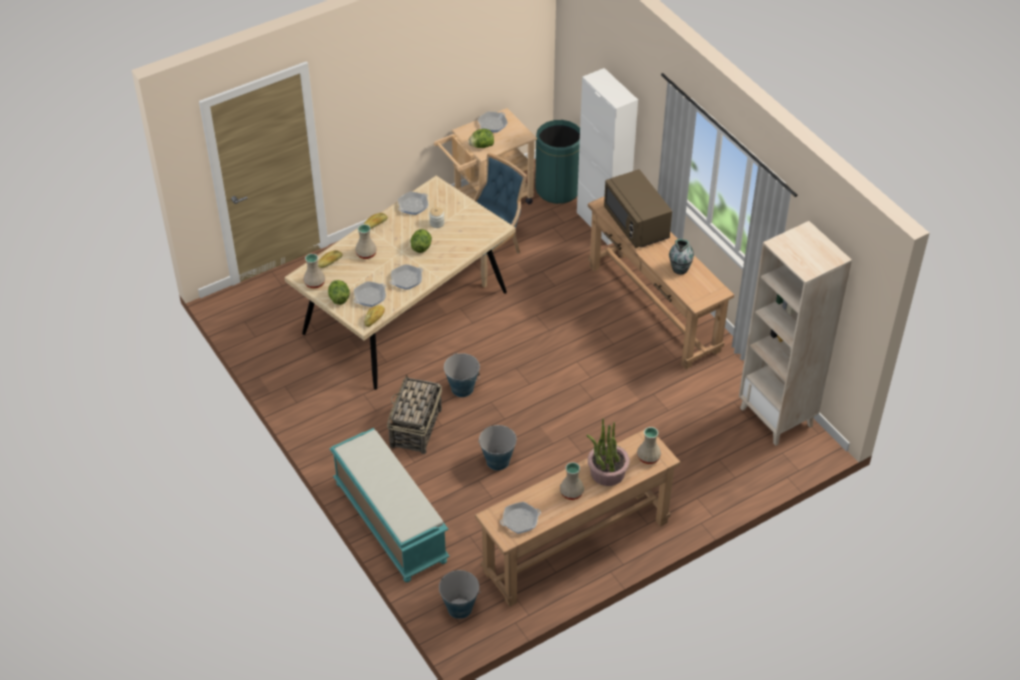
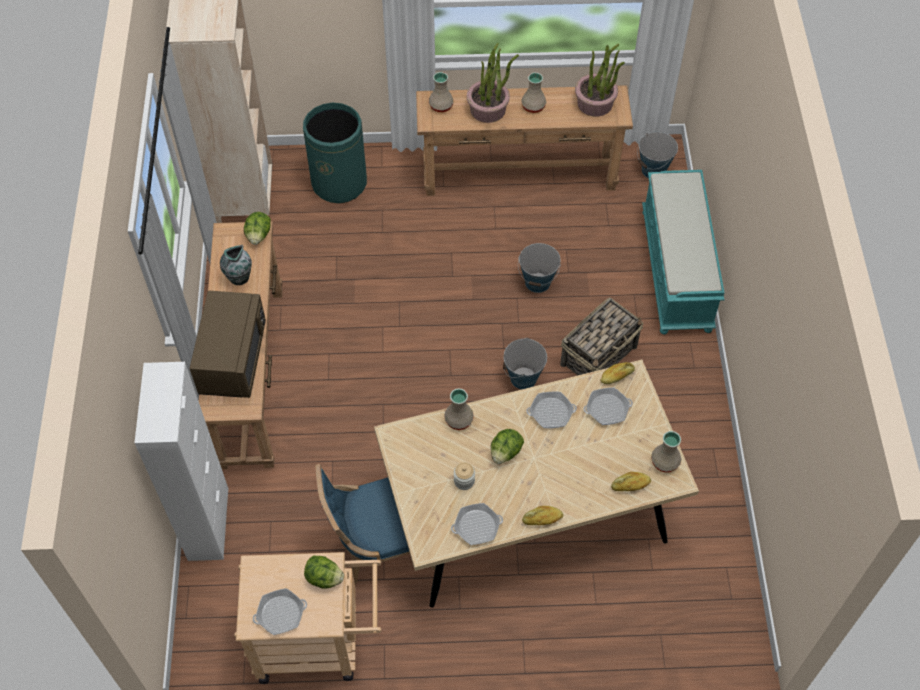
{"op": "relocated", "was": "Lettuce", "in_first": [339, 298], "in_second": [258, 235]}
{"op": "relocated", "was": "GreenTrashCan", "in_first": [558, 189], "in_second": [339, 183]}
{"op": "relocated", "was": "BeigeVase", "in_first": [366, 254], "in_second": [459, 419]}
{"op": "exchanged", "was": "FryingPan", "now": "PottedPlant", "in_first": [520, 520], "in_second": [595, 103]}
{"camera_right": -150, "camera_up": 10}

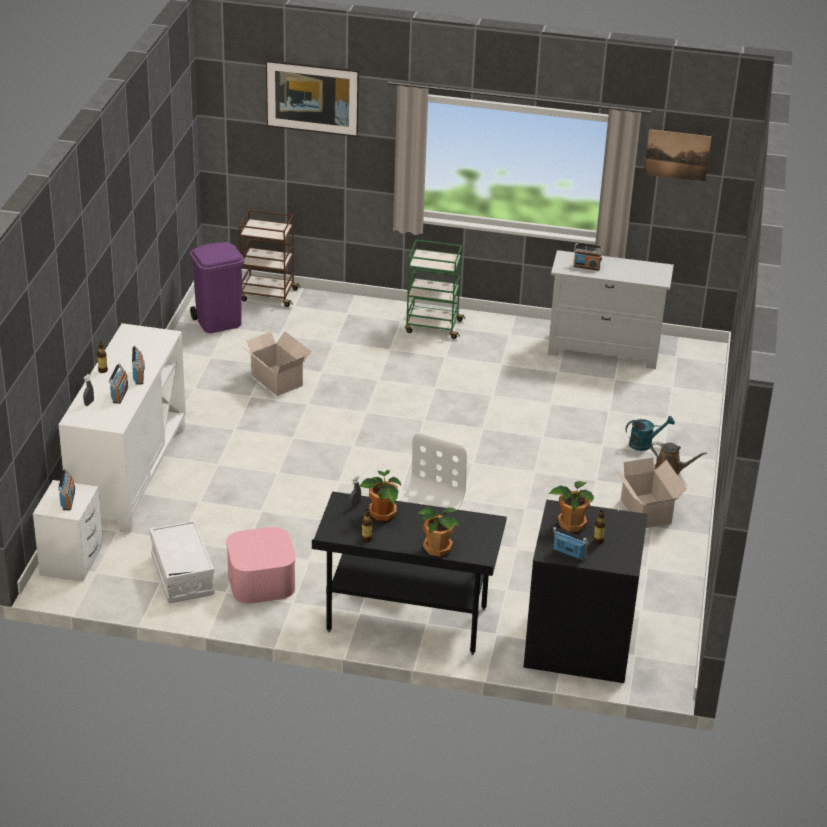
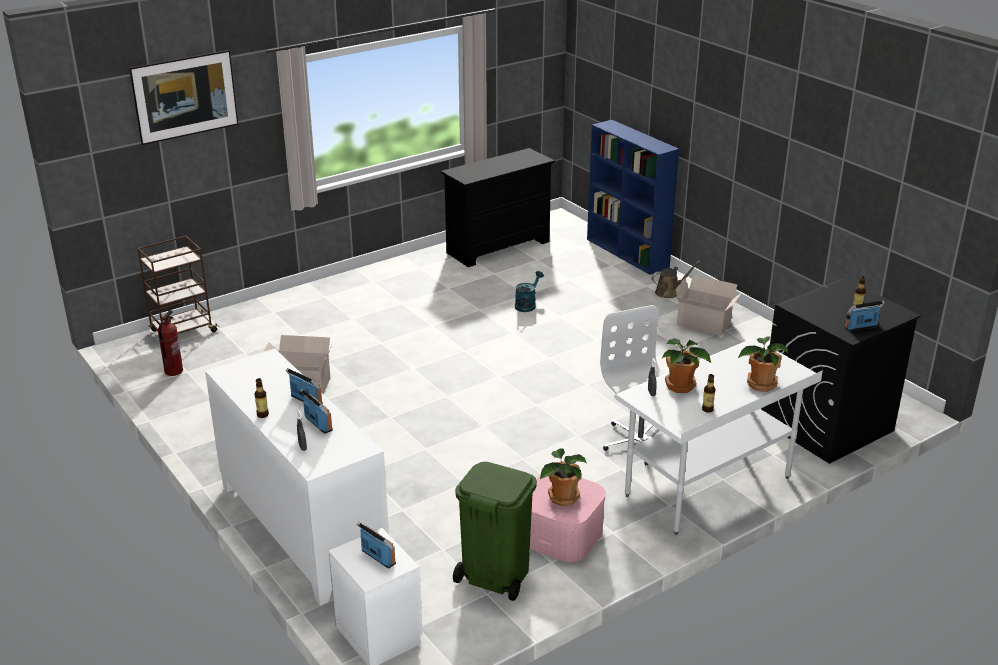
{"op": "exchanged", "was": "PurpleTrashCan", "now": "FireExtinguisher", "in_first": [219, 322], "in_second": [173, 371]}
{"op": "colour", "was": "WhiteDresser", "now": "BlackDresser", "in_first": [604, 350], "in_second": [498, 247]}
{"op": "exchanged", "was": "WhiteStorageBox", "now": "GreenTrashCan", "in_first": [182, 575], "in_second": [494, 575]}
{"op": "relocated", "was": "TurquoiseWateringCan", "in_first": [645, 443], "in_second": [527, 305]}
{"op": "relocated", "was": "PottedPlant", "in_first": [571, 523], "in_second": [562, 497]}
{"op": "appeared", "now": "BlueBookcase", "in_second": [628, 253]}
{"op": "colour", "was": "BlackDesk", "now": "WhiteDesk", "in_first": [406, 621], "in_second": [708, 487]}
{"op": "missing", "was": "GreenCart", "in_first": [432, 326]}
{"op": "missing", "was": "Radio", "in_first": [586, 267]}
{"op": "missing", "was": "Picture", "in_first": [677, 155]}
{"camera_right": -45, "camera_up": -5}

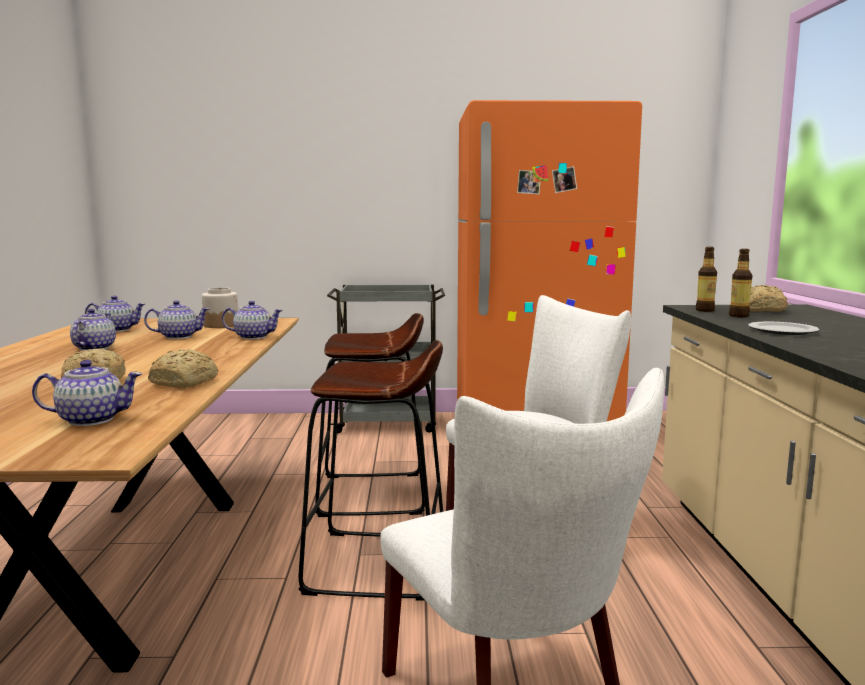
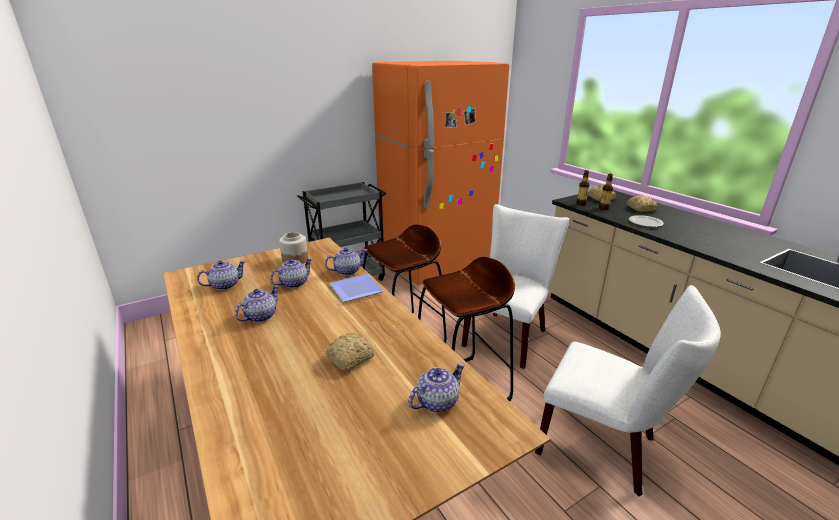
{"op": "spun", "was": "Teapot", "in_first": [93, 348], "in_second": [260, 316], "clockwise": 60}
{"op": "appeared", "now": "Plate", "in_second": [358, 290]}
{"op": "relocated", "was": "Bread", "in_first": [185, 382], "in_second": [640, 209]}
{"camera_right": -30, "camera_up": 15}

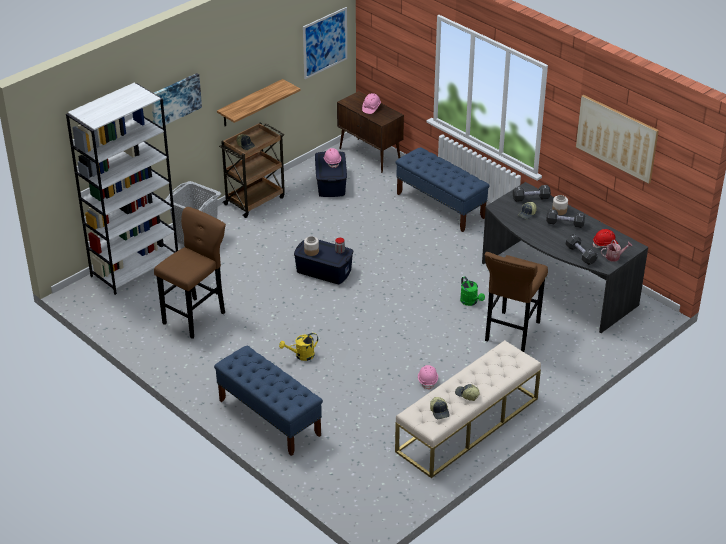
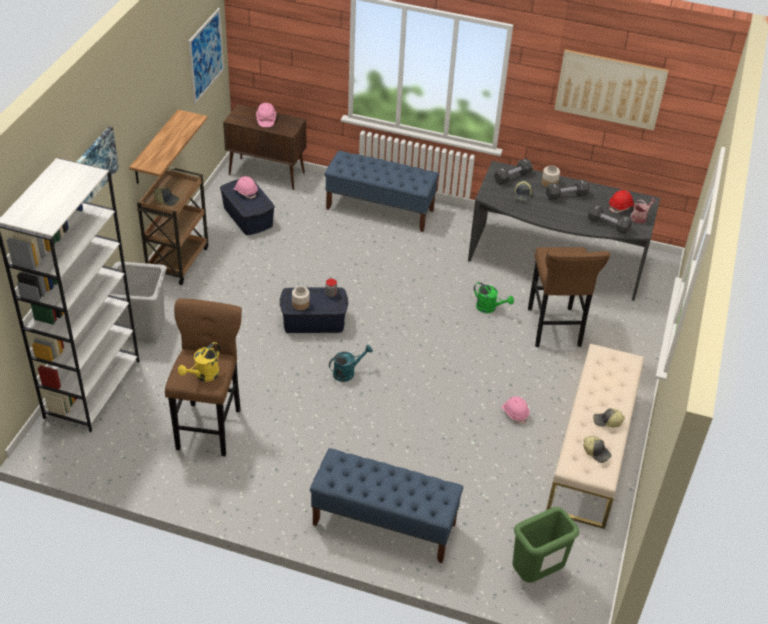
{"op": "relocated", "was": "YellowWateringCan", "in_first": [301, 356], "in_second": [204, 376]}
{"op": "appeared", "now": "TurquoiseWateringCan", "in_second": [347, 372]}
{"op": "appeared", "now": "GreenTrashCan", "in_second": [536, 574]}
{"camera_right": -30, "camera_up": 5}

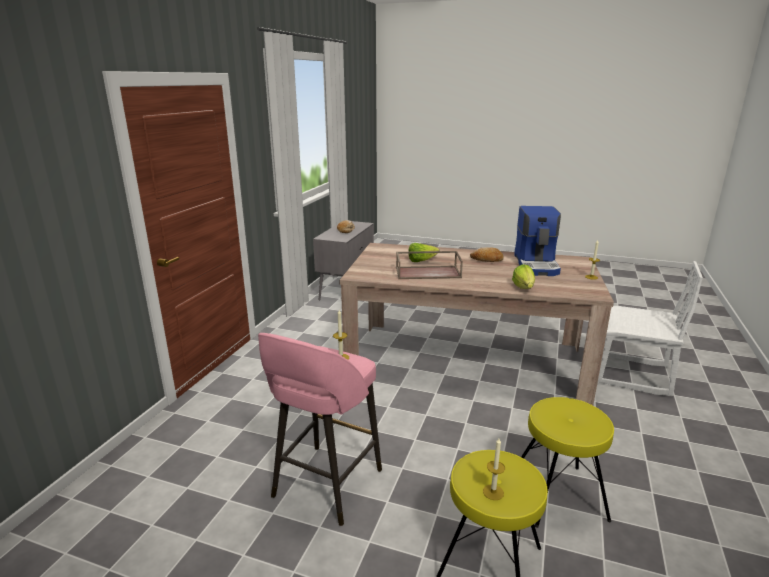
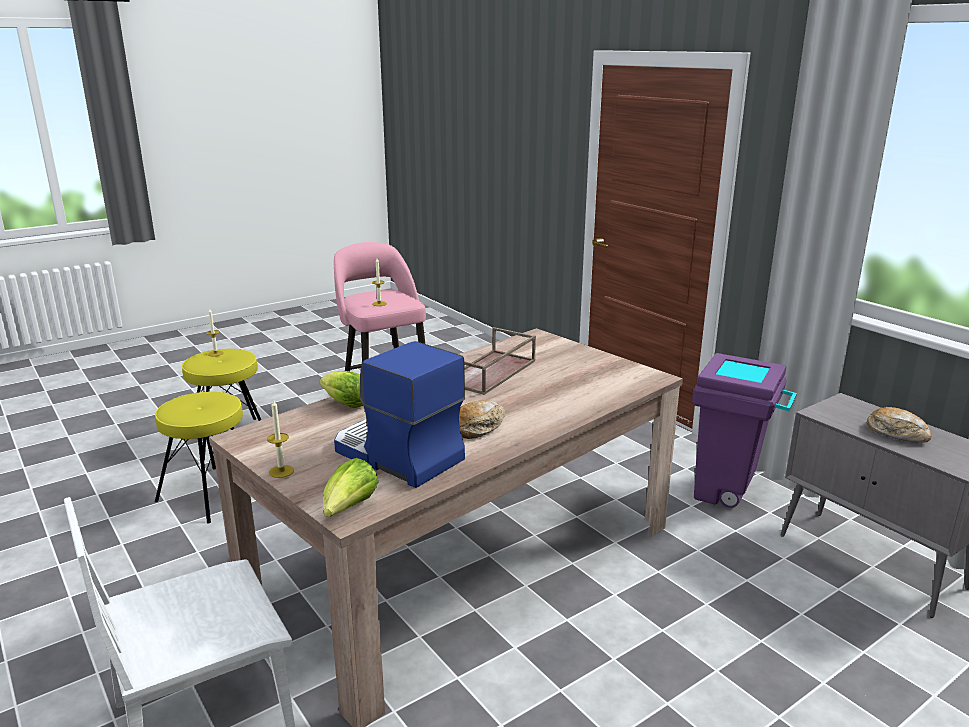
{"op": "relocated", "was": "Lettuce", "in_first": [421, 261], "in_second": [349, 508]}
{"op": "appeared", "now": "PurpleTrashCan", "in_second": [729, 494]}
{"camera_right": 125, "camera_up": 0}

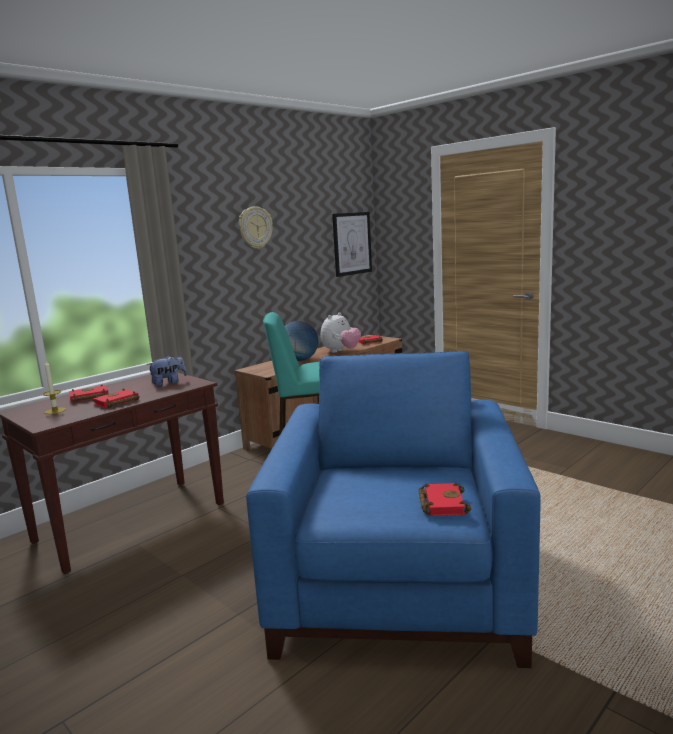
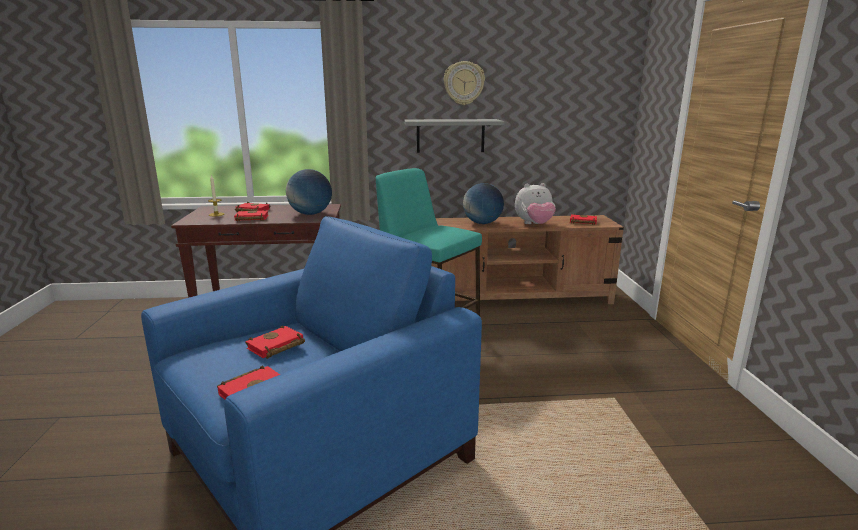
{"op": "appeared", "now": "RedBook", "in_second": [275, 347]}
{"op": "exchanged", "was": "PlushToy", "now": "Globe", "in_first": [169, 383], "in_second": [310, 214]}
{"op": "appeared", "now": "GreyShelf", "in_second": [450, 135]}
{"op": "missing", "was": "Picture", "in_first": [352, 243]}
{"camera_right": 40, "camera_up": 5}

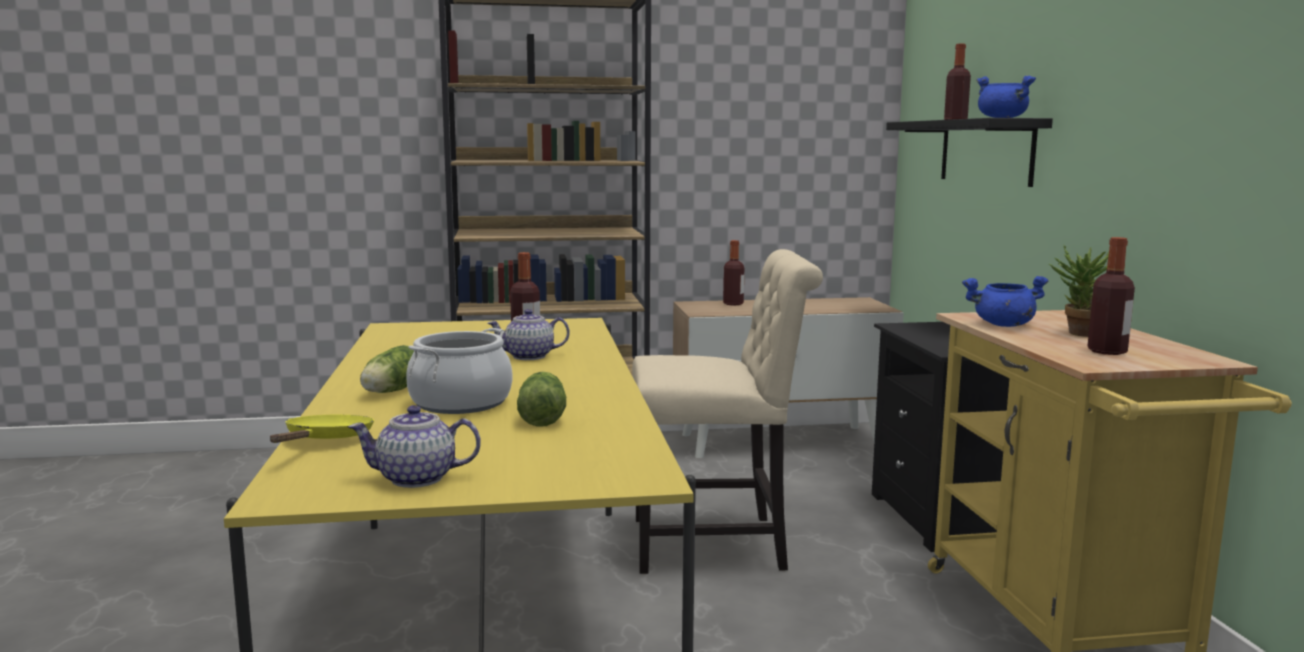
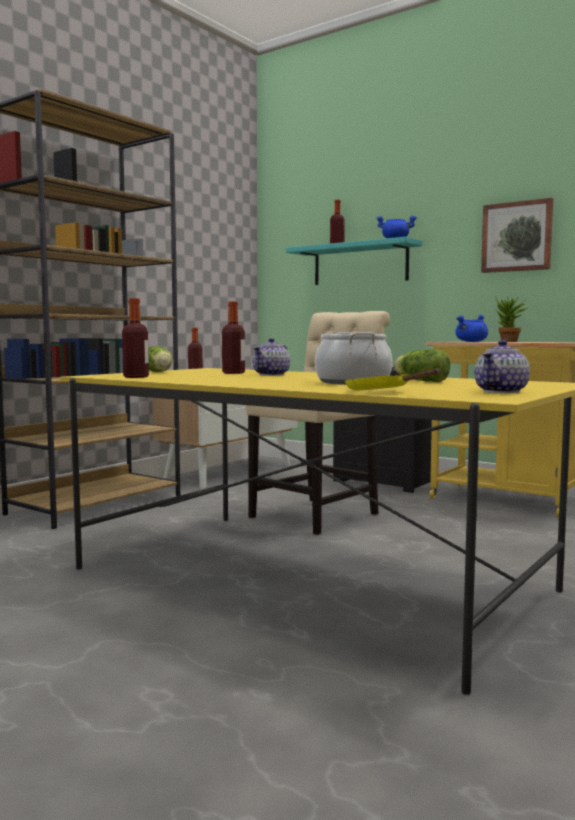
{"op": "relocated", "was": "Bottle", "in_first": [1107, 351], "in_second": [136, 377]}
{"op": "relocated", "was": "Lettuce", "in_first": [391, 392], "in_second": [159, 372]}
{"op": "colour", "was": "BlackShelf", "now": "TurquoiseShelf", "in_first": [986, 151], "in_second": [360, 264]}
{"op": "appeared", "now": "Picture", "in_second": [517, 237]}
{"camera_right": -45, "camera_up": -5}

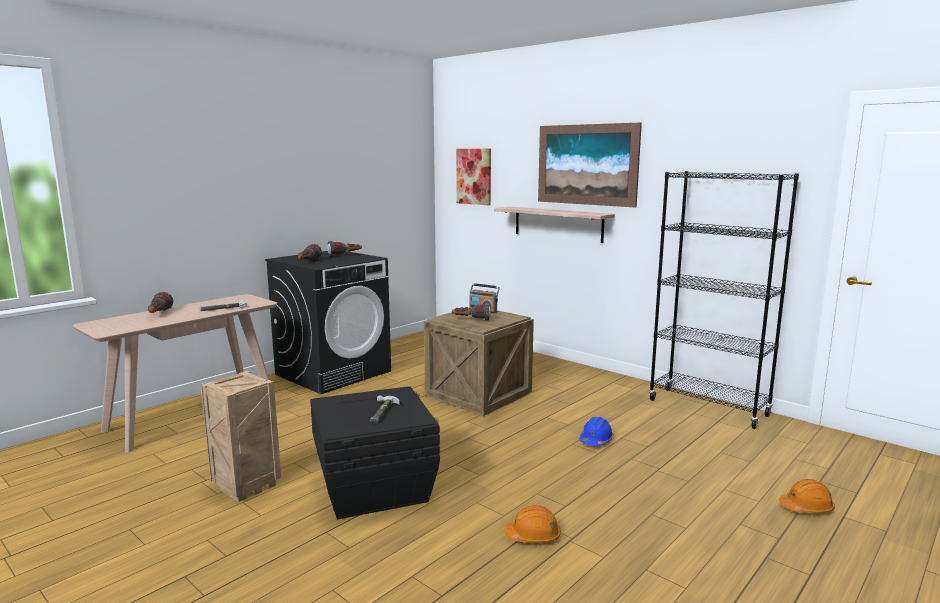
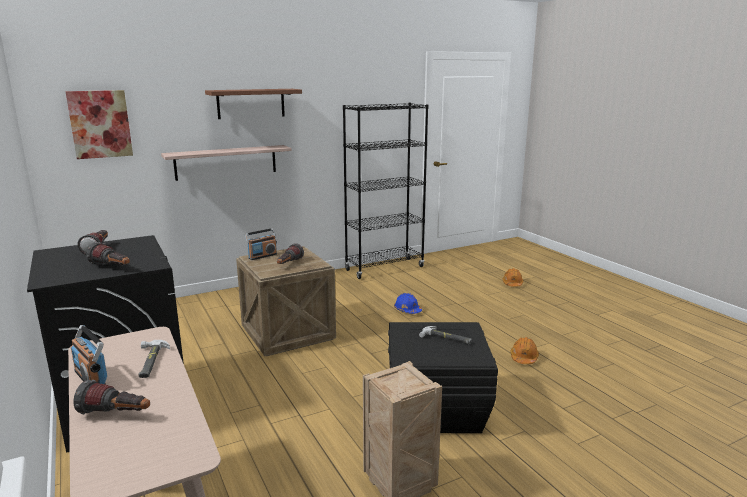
{"op": "appeared", "now": "Radio", "in_second": [91, 378]}
{"op": "exchanged", "was": "Picture", "now": "BrownShelf", "in_first": [586, 164], "in_second": [251, 103]}
{"camera_right": -70, "camera_up": 5}

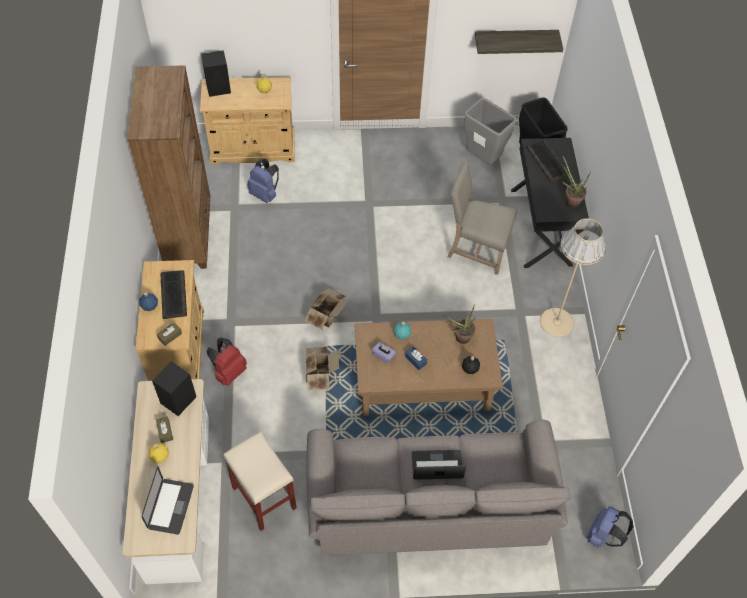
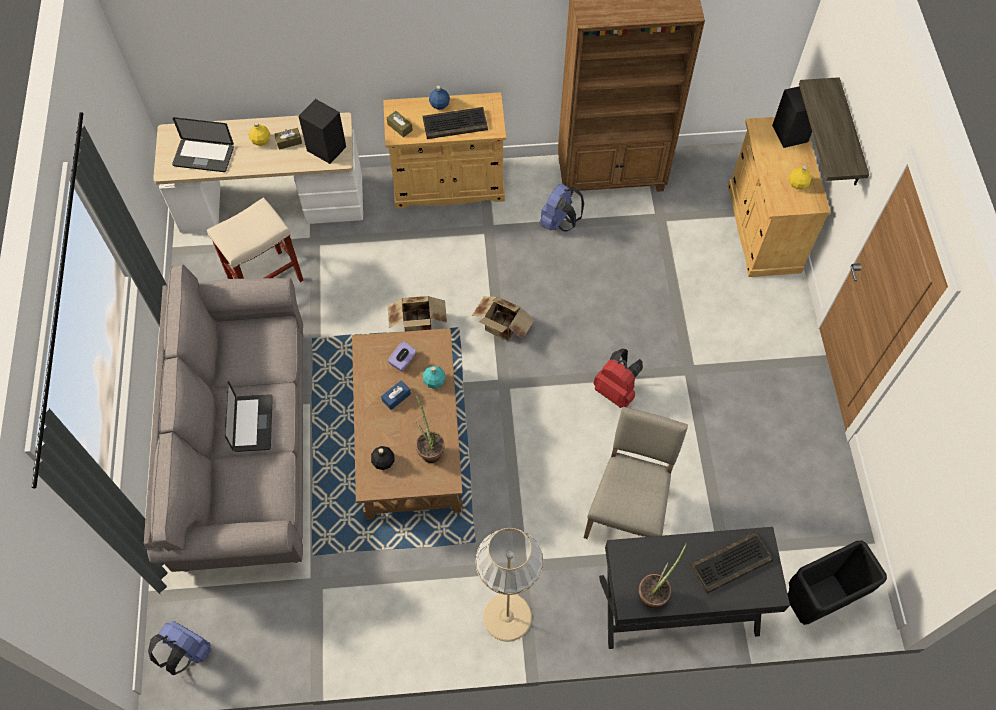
{"op": "relocated", "was": "BlueBackpack", "in_first": [265, 194], "in_second": [559, 222]}
{"op": "relocated", "was": "RedBackpack", "in_first": [229, 372], "in_second": [616, 391]}
{"op": "relocated", "was": "Shelf", "in_first": [515, 39], "in_second": [849, 135]}
{"op": "missing", "was": "GreyTrashCan", "in_first": [483, 159]}
{"camera_right": 90, "camera_up": 5}

